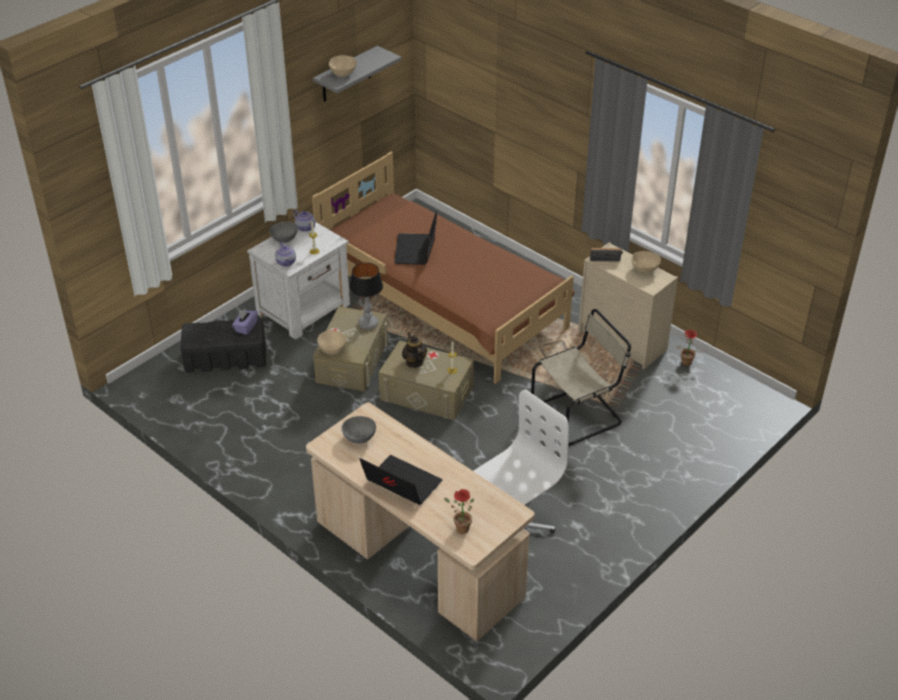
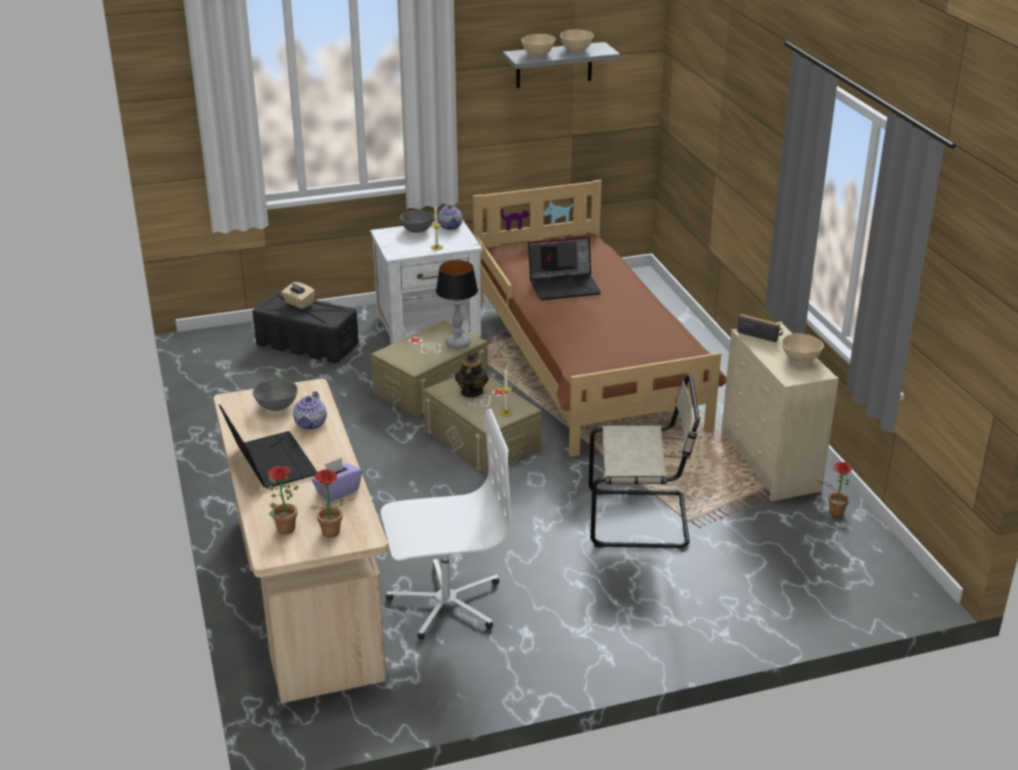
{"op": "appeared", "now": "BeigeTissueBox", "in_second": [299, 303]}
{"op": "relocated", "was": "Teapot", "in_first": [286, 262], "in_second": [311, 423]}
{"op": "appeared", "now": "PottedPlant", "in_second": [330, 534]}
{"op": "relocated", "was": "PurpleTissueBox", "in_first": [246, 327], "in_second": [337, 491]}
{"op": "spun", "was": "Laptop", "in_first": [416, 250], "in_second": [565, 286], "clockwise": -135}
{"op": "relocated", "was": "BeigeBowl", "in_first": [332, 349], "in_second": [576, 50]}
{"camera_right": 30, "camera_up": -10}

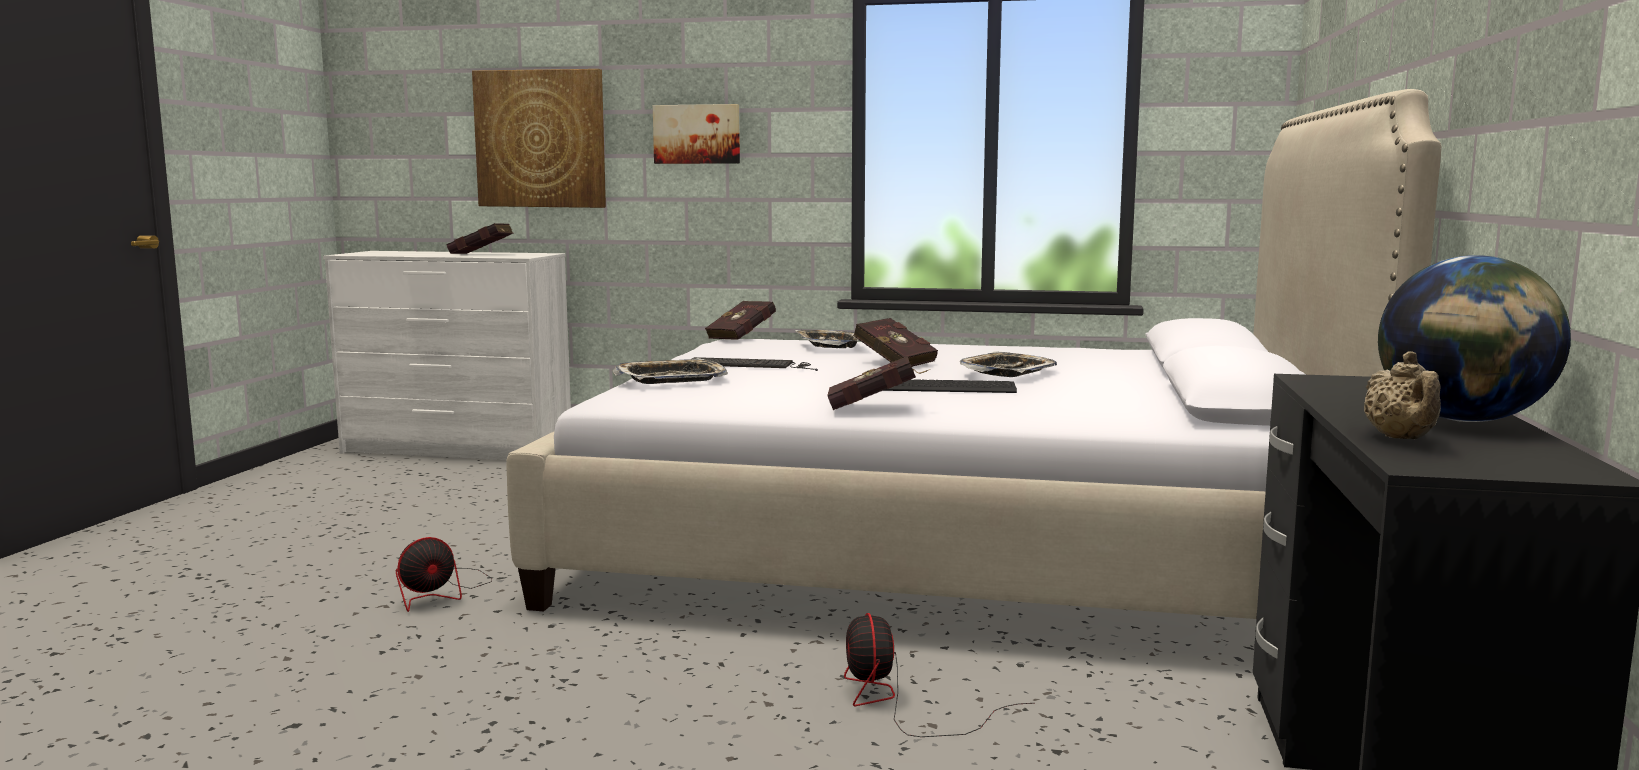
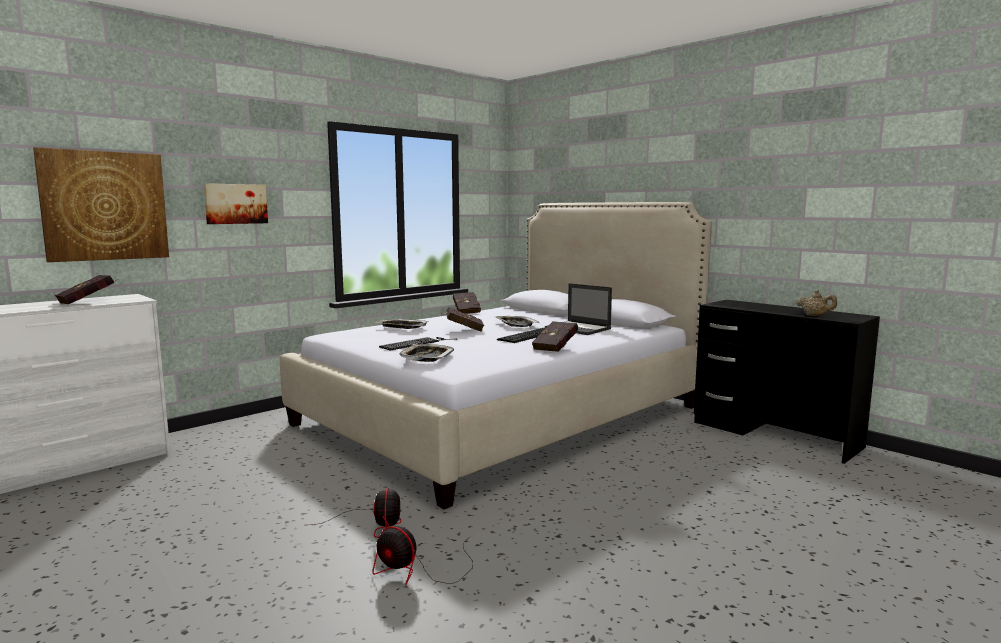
{"op": "relocated", "was": "Fan", "in_first": [899, 703], "in_second": [419, 571]}
{"op": "relocated", "was": "RedBook", "in_first": [744, 337], "in_second": [466, 311]}
{"op": "appeared", "now": "Laptop", "in_second": [578, 328]}
{"op": "missing", "was": "Globe", "in_first": [1463, 420]}
{"camera_right": -55, "camera_up": 0}

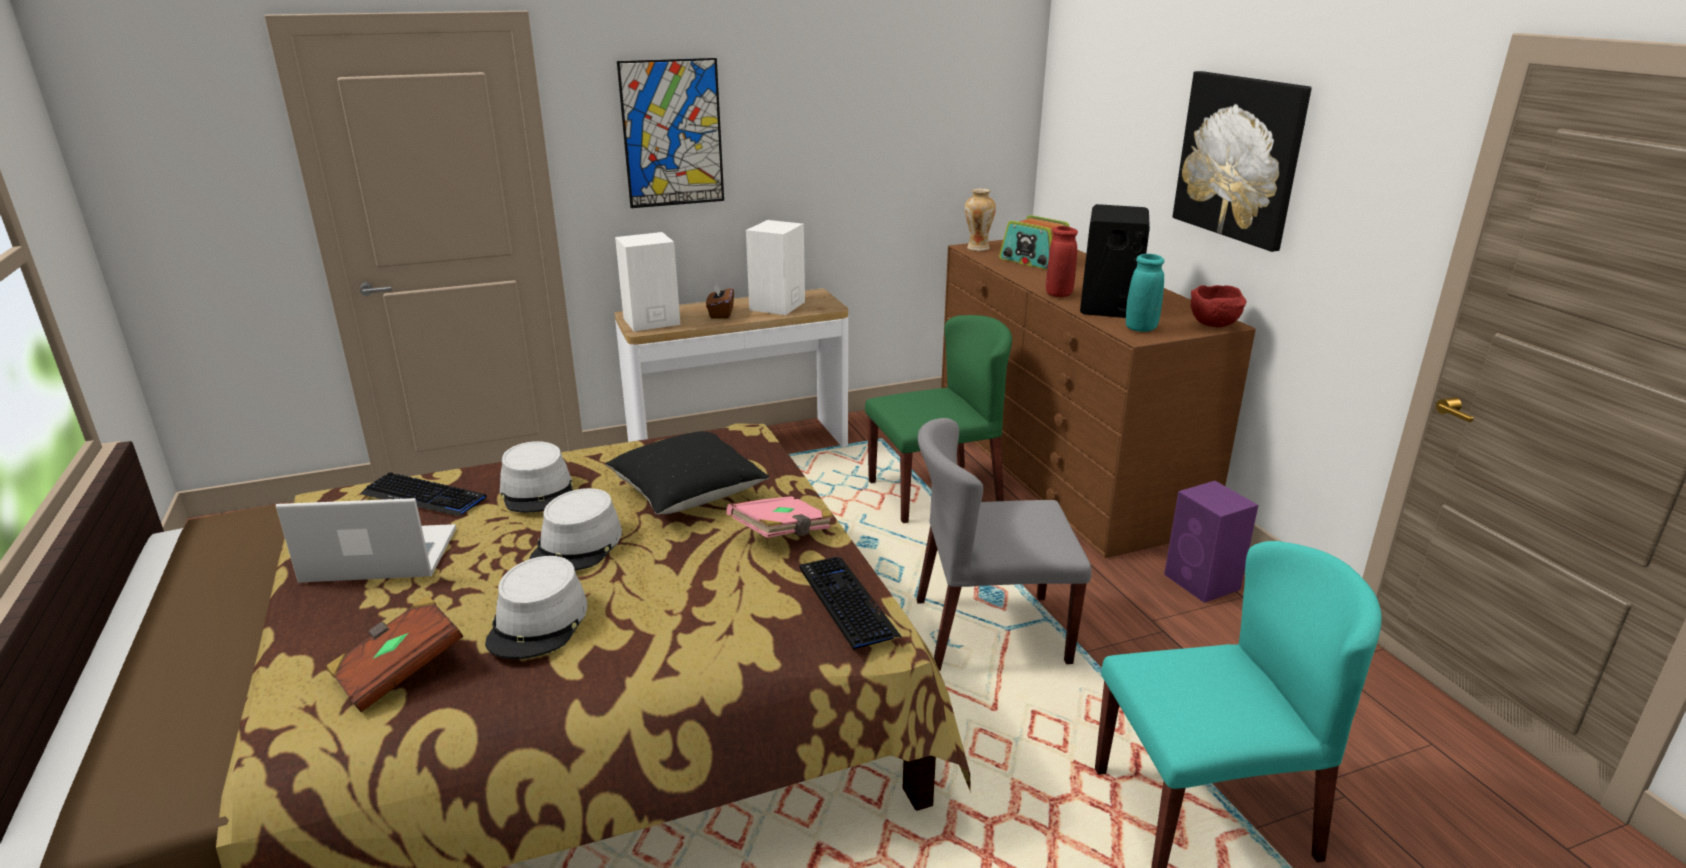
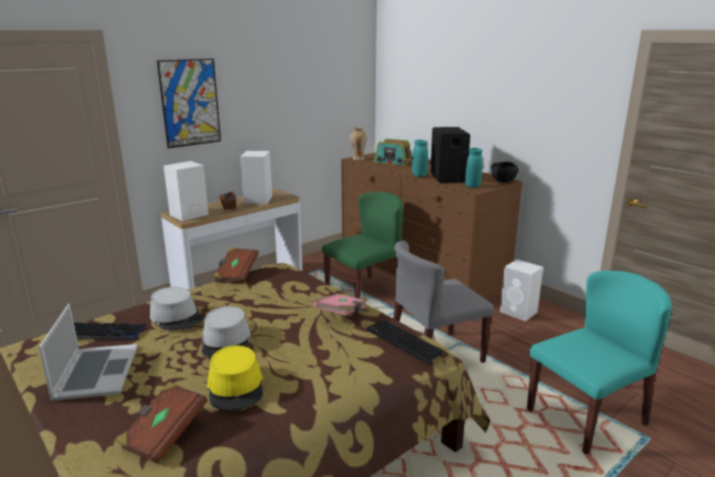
{"op": "spun", "was": "Laptop", "in_first": [379, 555], "in_second": [96, 371], "clockwise": 105}
{"op": "colour", "was": "GreyHat", "now": "YellowHat", "in_first": [538, 623], "in_second": [236, 387]}
{"op": "appeared", "now": "BrownBook", "in_second": [236, 274]}
{"op": "colour", "was": "RedVase", "now": "TurquoiseVase", "in_first": [1058, 294], "in_second": [419, 175]}
{"op": "colour", "was": "RedBowl", "now": "BlackBowl", "in_first": [1215, 325], "in_second": [504, 181]}
{"op": "colour", "was": "PurpleSpeaker", "now": "WhiteSpeaker", "in_first": [1203, 583], "in_second": [519, 312]}
{"op": "missing", "was": "BlackPillow", "in_first": [688, 494]}
{"op": "missing", "was": "Picture", "in_first": [1240, 158]}
{"camera_right": -20, "camera_up": -5}

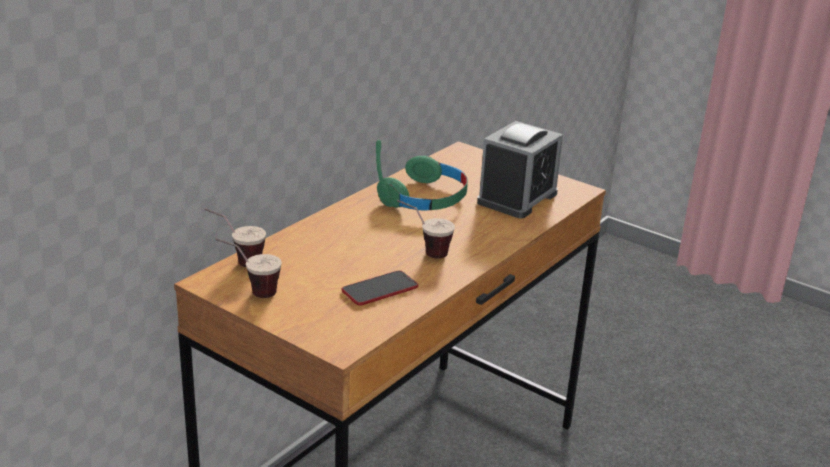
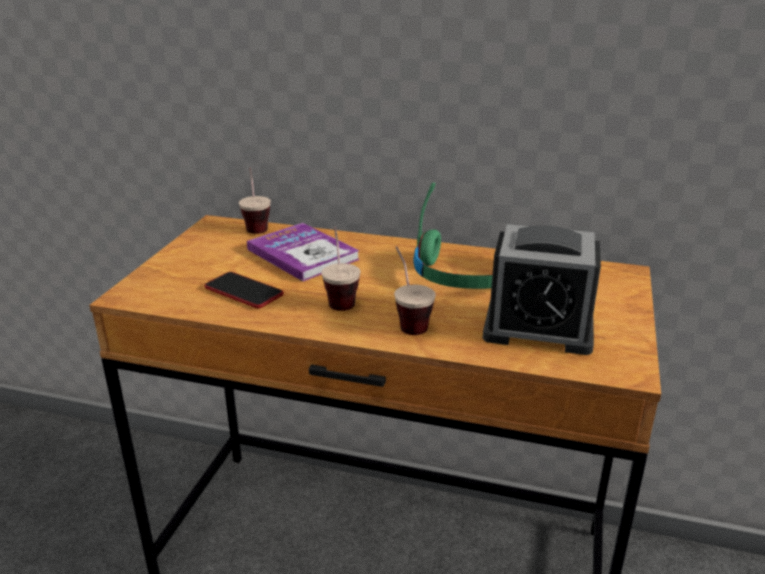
{"op": "appeared", "now": "Book", "in_second": [303, 254]}
{"op": "relocated", "was": "Cup", "in_first": [250, 292], "in_second": [408, 321]}
{"camera_right": 70, "camera_up": 0}

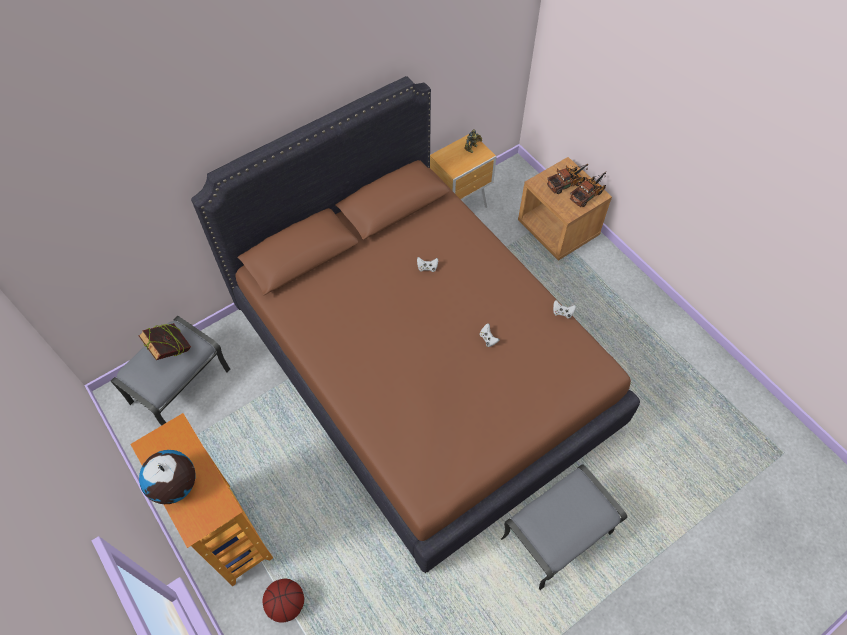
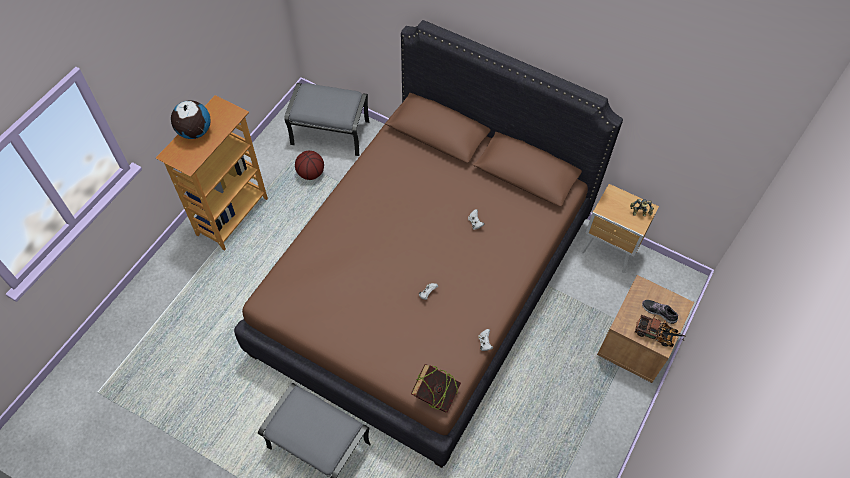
{"op": "relocated", "was": "Basketball", "in_first": [286, 604], "in_second": [311, 173]}
{"op": "relocated", "was": "Book", "in_first": [171, 351], "in_second": [435, 396]}
{"op": "exchanged", "was": "ToyTruck", "now": "Shoe", "in_first": [567, 183], "in_second": [659, 312]}
{"camera_right": 65, "camera_up": 0}

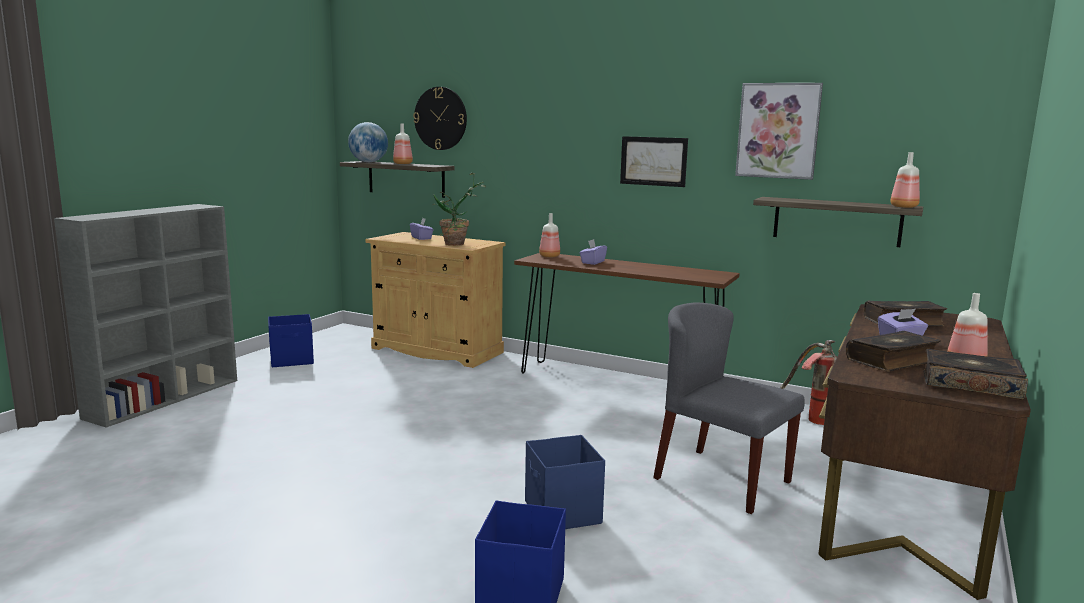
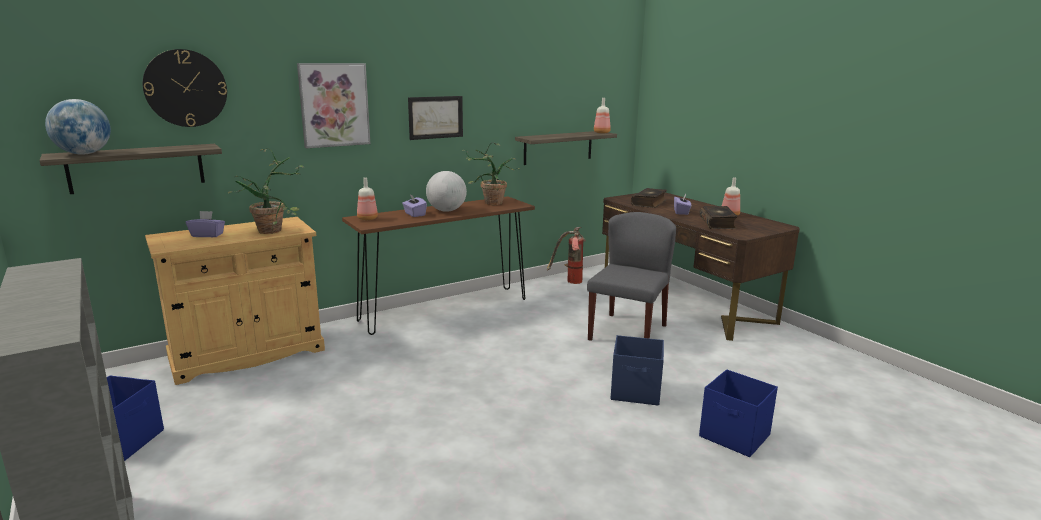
{"op": "relocated", "was": "Picture", "in_first": [778, 130], "in_second": [334, 105]}
{"op": "appeared", "now": "Globe", "in_second": [446, 210]}
{"op": "appeared", "now": "PottedPlant", "in_second": [488, 203]}
{"op": "spun", "was": "GreyChair", "in_first": [721, 479], "in_second": [627, 332], "clockwise": 135}
{"op": "missing", "was": "Bottle", "in_first": [402, 164]}
{"op": "missing", "was": "Book", "in_first": [970, 385]}
{"camera_right": -60, "camera_up": 5}

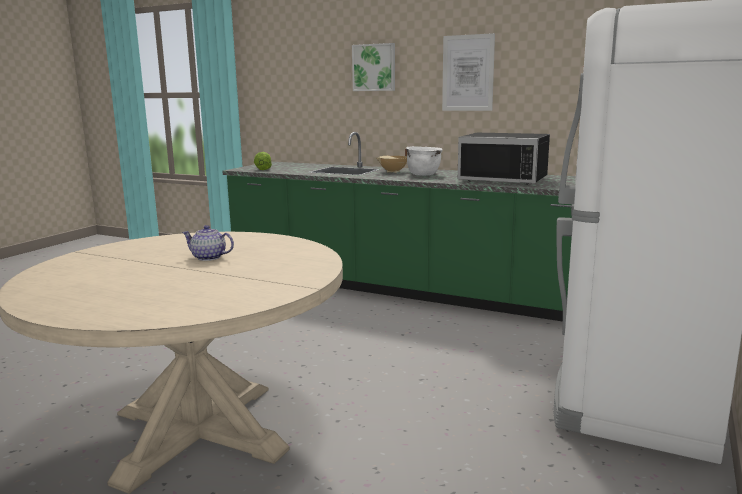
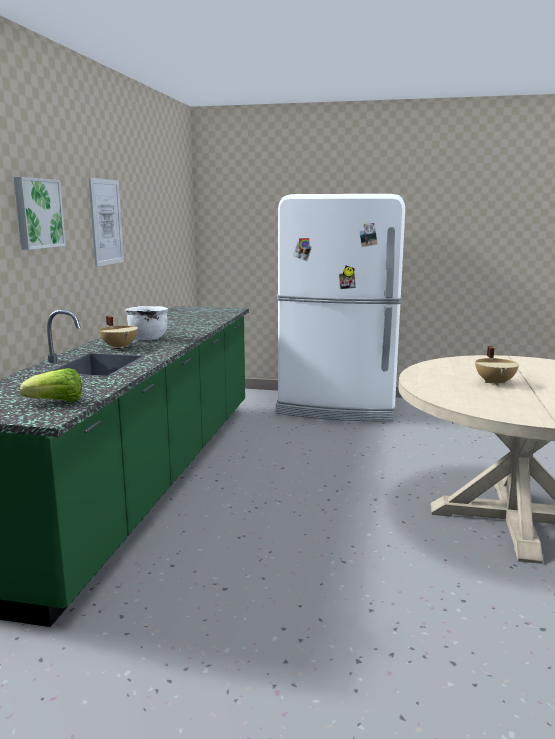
{"op": "exchanged", "was": "Teapot", "now": "BeigeCookingPot", "in_first": [209, 257], "in_second": [495, 382]}
{"op": "missing", "was": "BlackMicrowave", "in_first": [505, 179]}
{"camera_right": -105, "camera_up": 0}

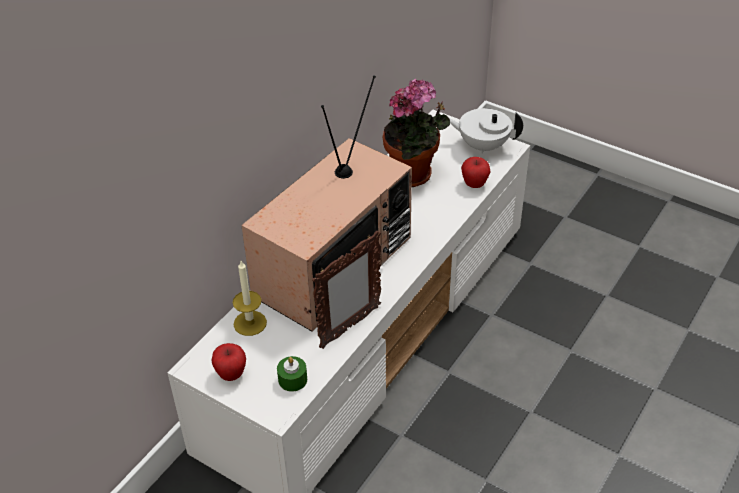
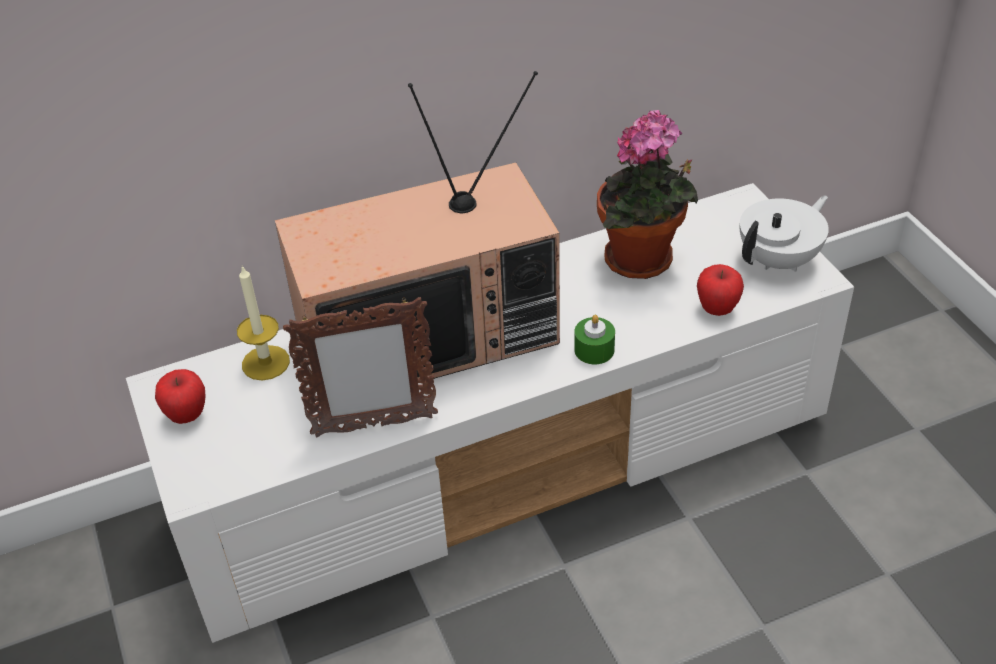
{"op": "relocated", "was": "GreenCandle", "in_first": [292, 379], "in_second": [594, 350]}
{"op": "spun", "was": "WhiteTeapot", "in_first": [483, 145], "in_second": [780, 260], "clockwise": 90}
{"camera_right": 35, "camera_up": 0}

